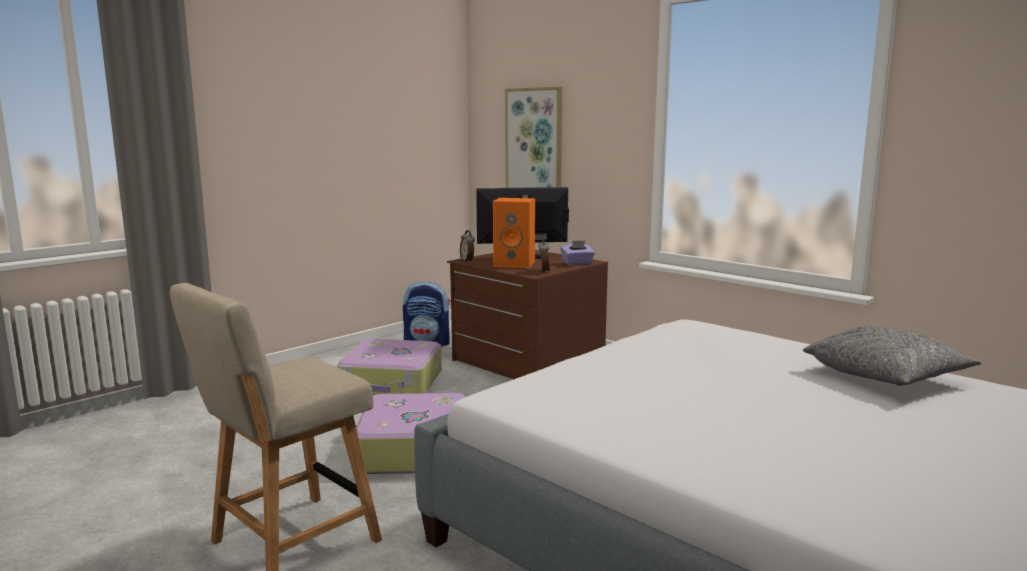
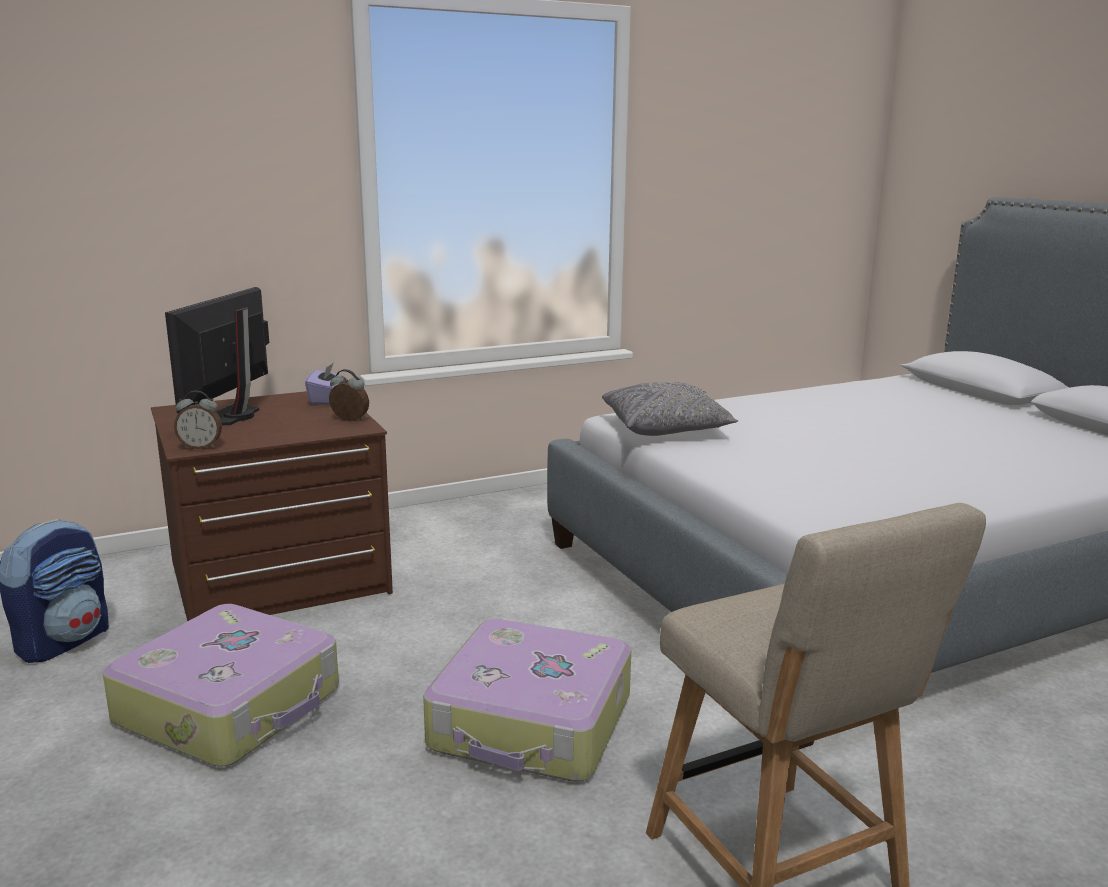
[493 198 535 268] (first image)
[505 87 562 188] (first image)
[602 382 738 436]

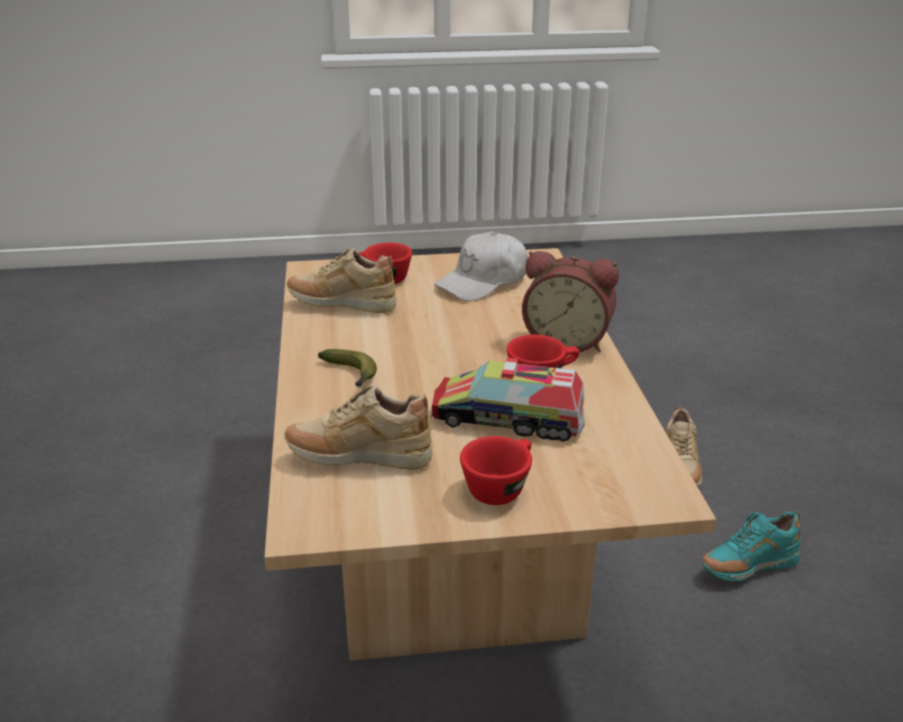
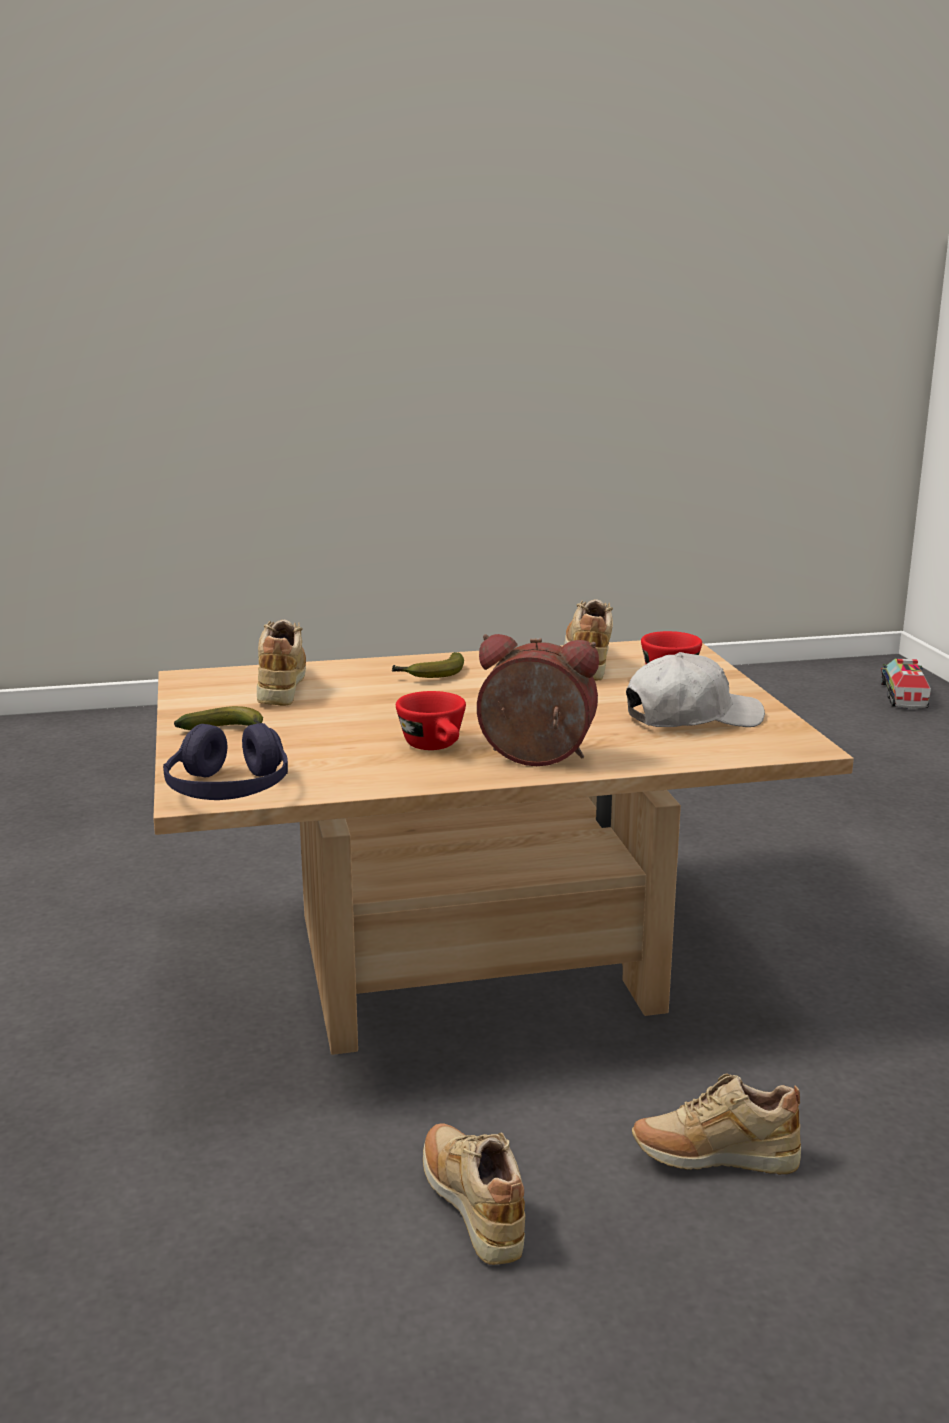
[163 723 288 800]
[881 659 931 709]
[174 706 263 730]
[423 1124 525 1265]
[626 652 765 727]
[477 634 599 766]

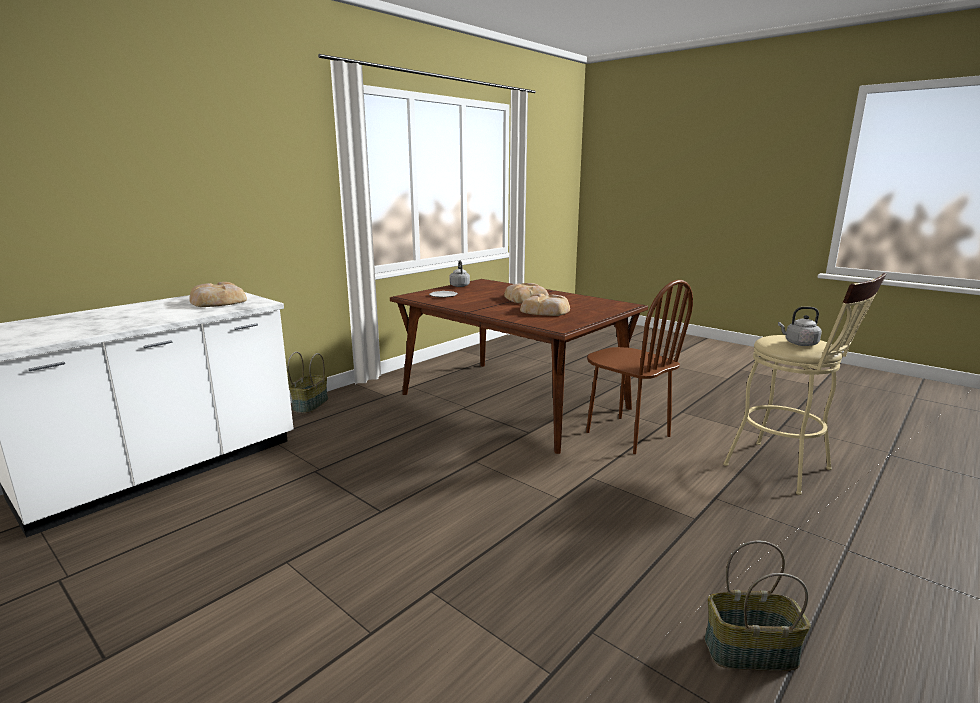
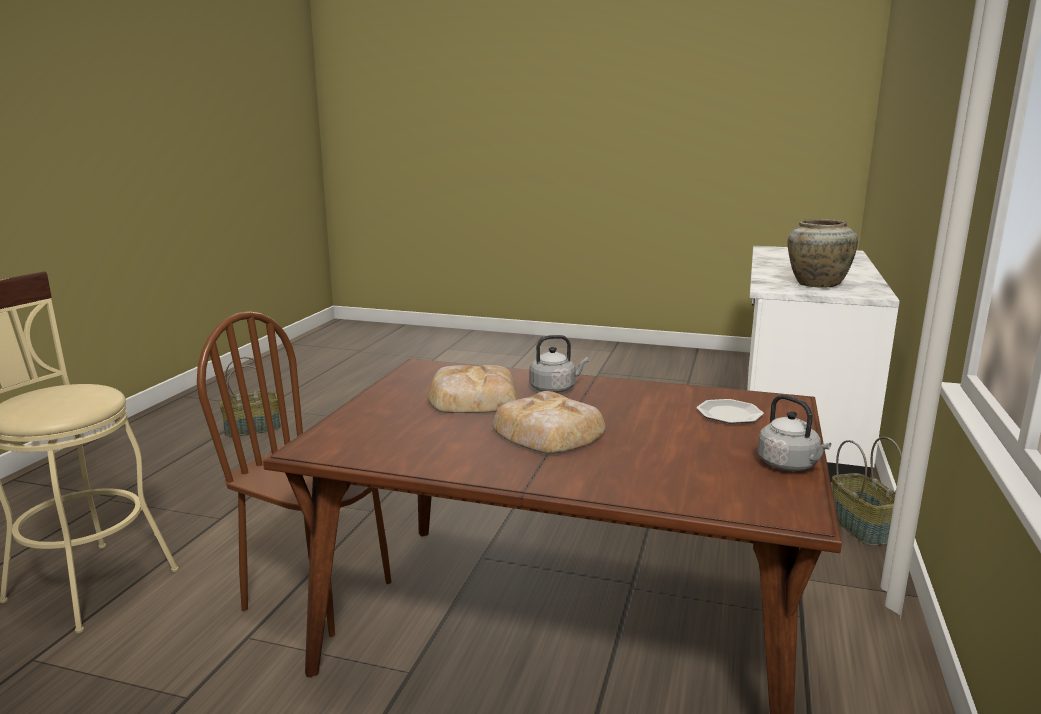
[529 335 589 393]
[788 219 858 288]

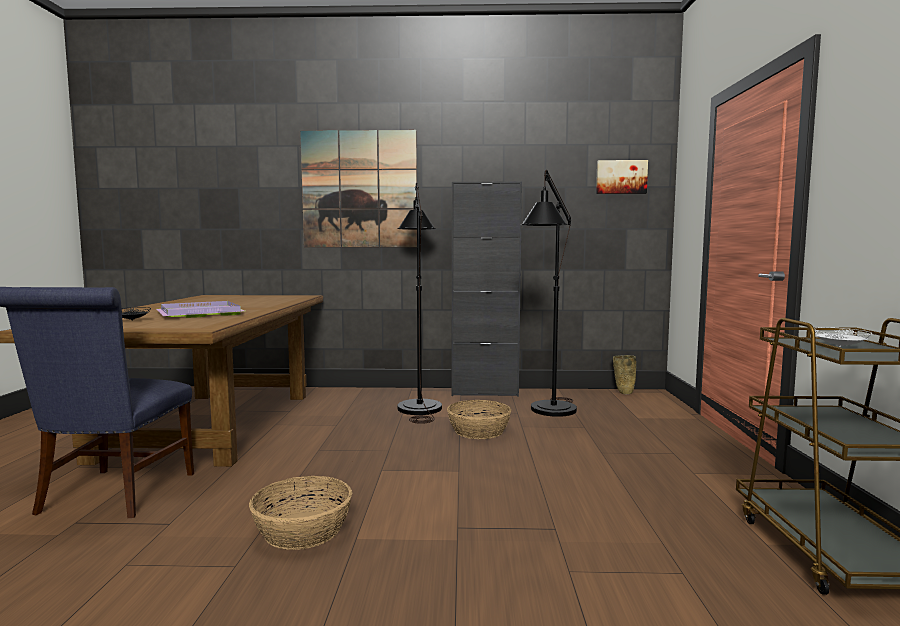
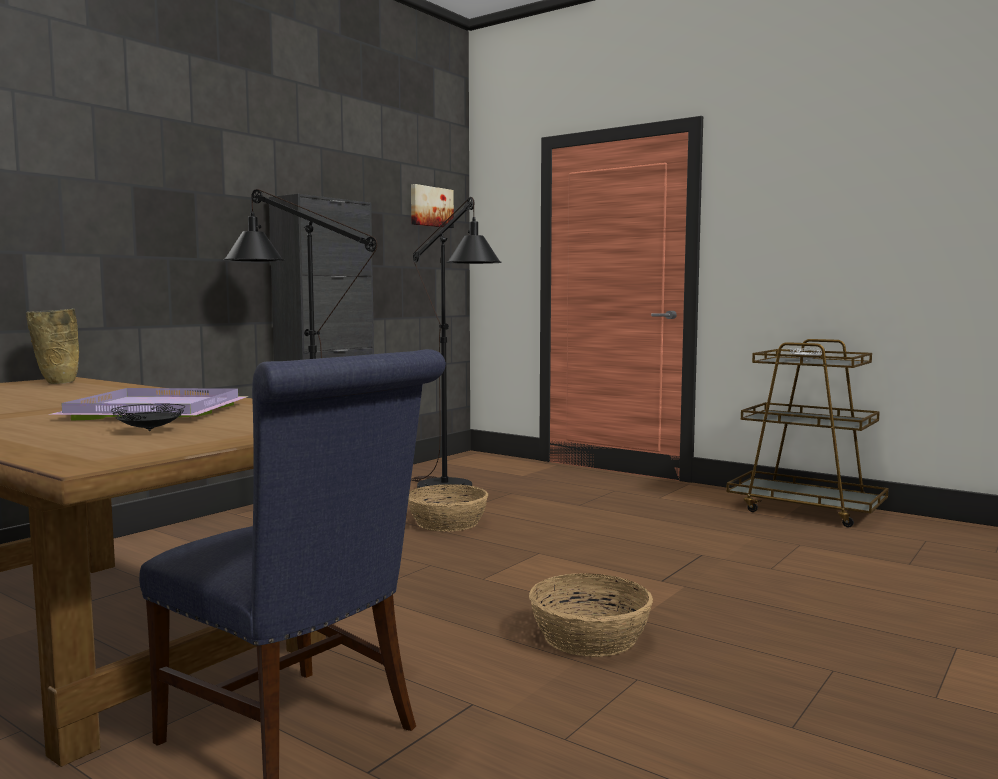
[300 130 417 247] (first image)
[26 308 79 384]

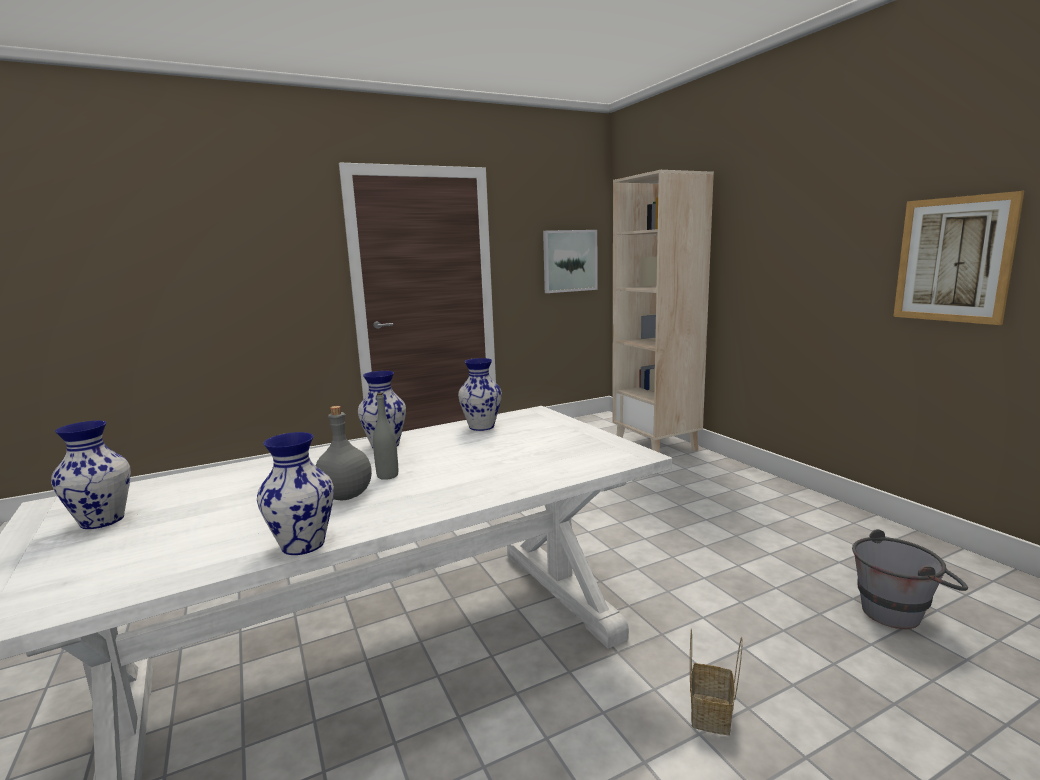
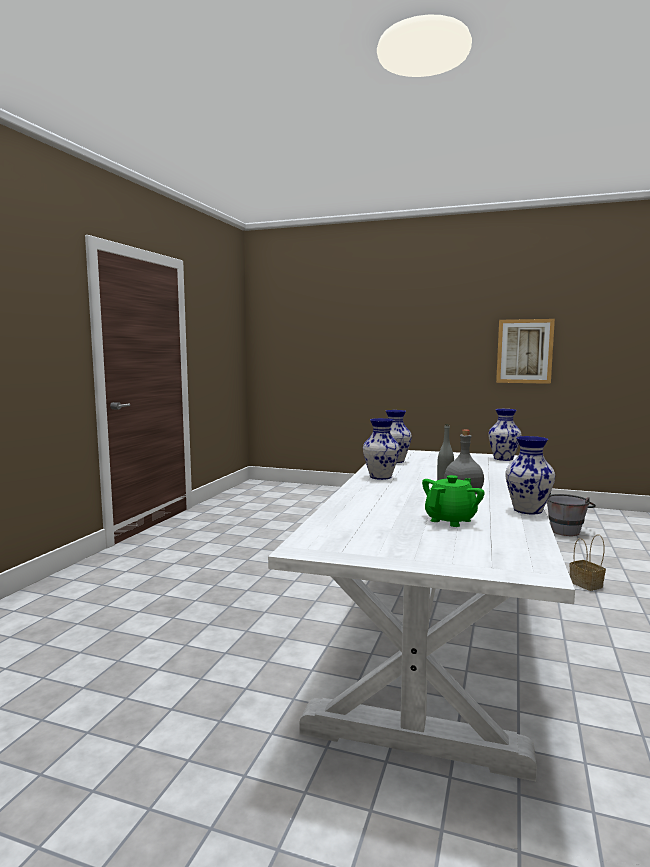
[543 230 598 293] (first image)
[612 170 714 453] (first image)
[422 475 485 527]
[488 409 522 461]

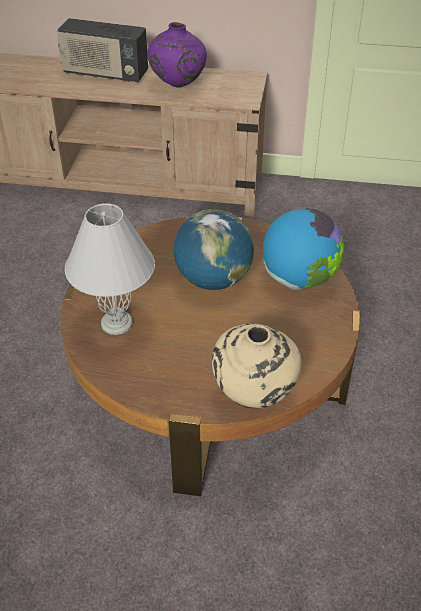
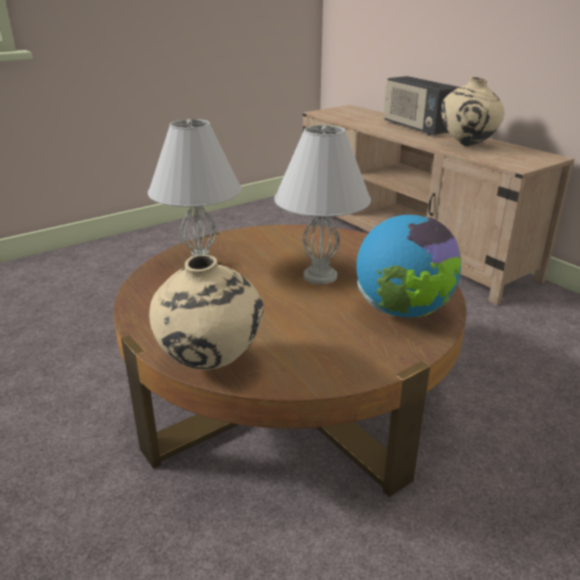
[274 125 371 284]
[441 77 504 146]

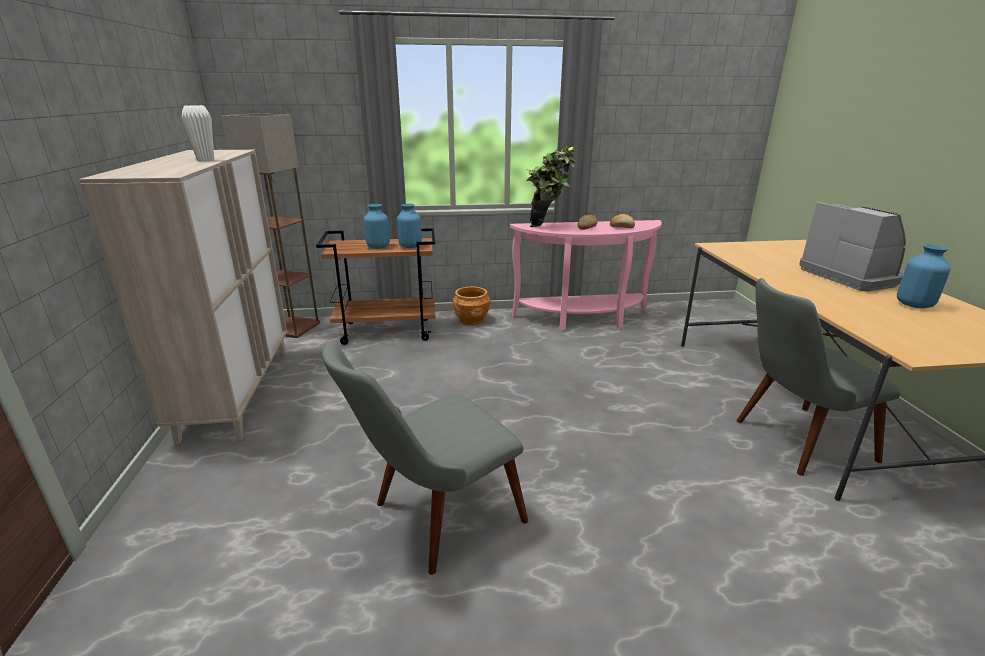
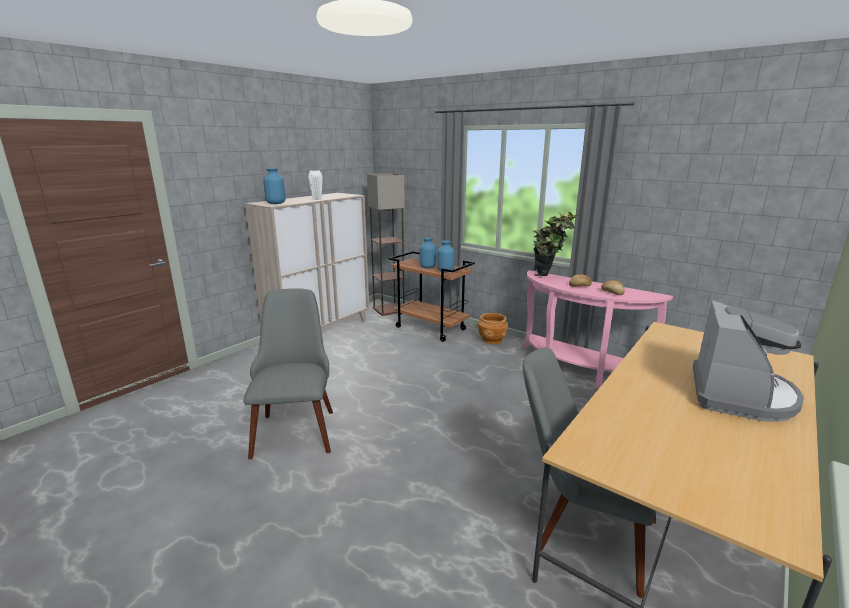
[263 168 285 204]
[244 288 333 459]

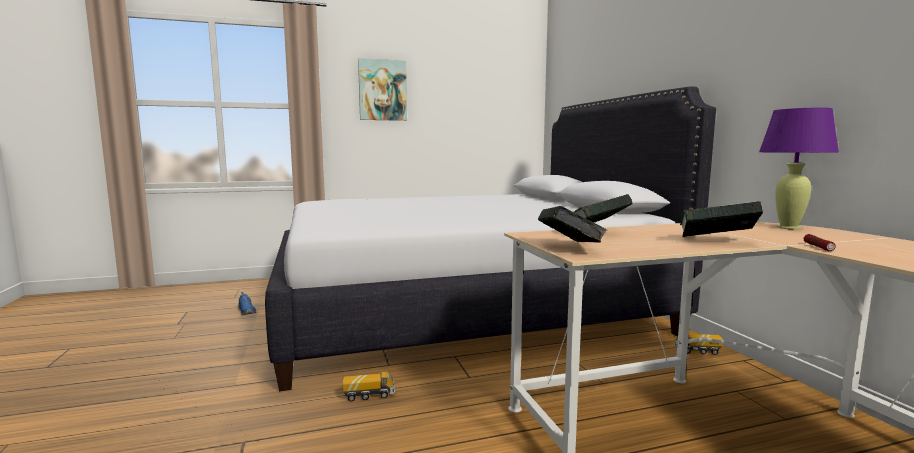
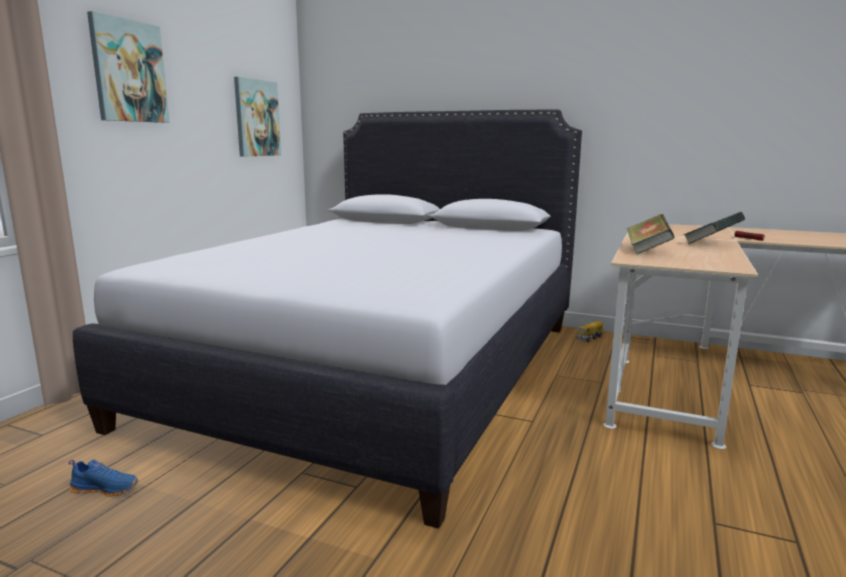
[343 371 395 402] (first image)
[538 206 608 243] (first image)
[759 108 839 230] (first image)
[234 77 281 156]

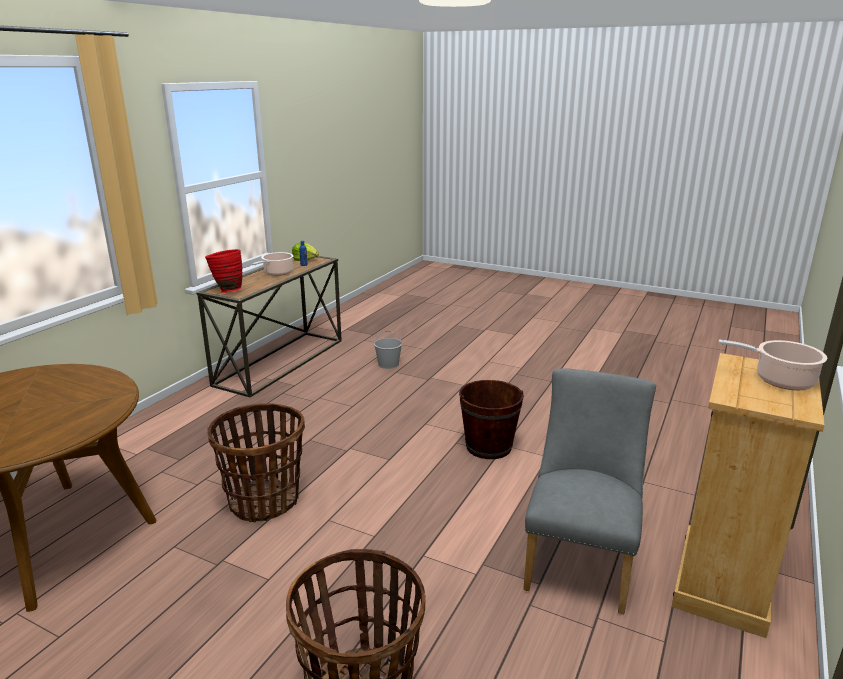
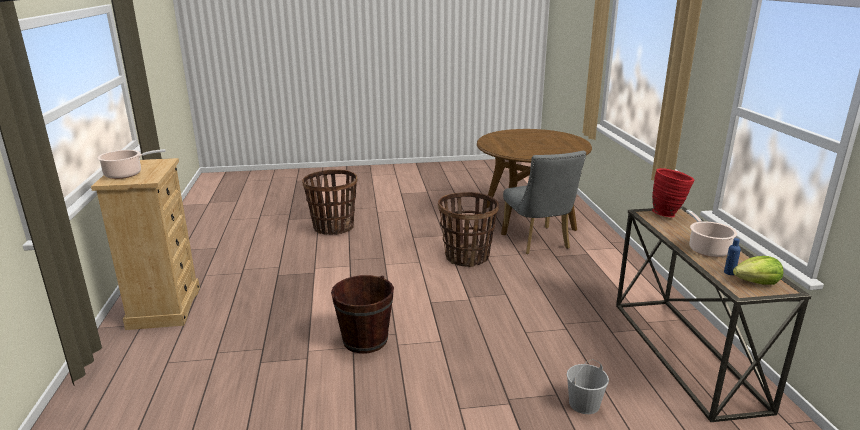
[503 151 586 254]

